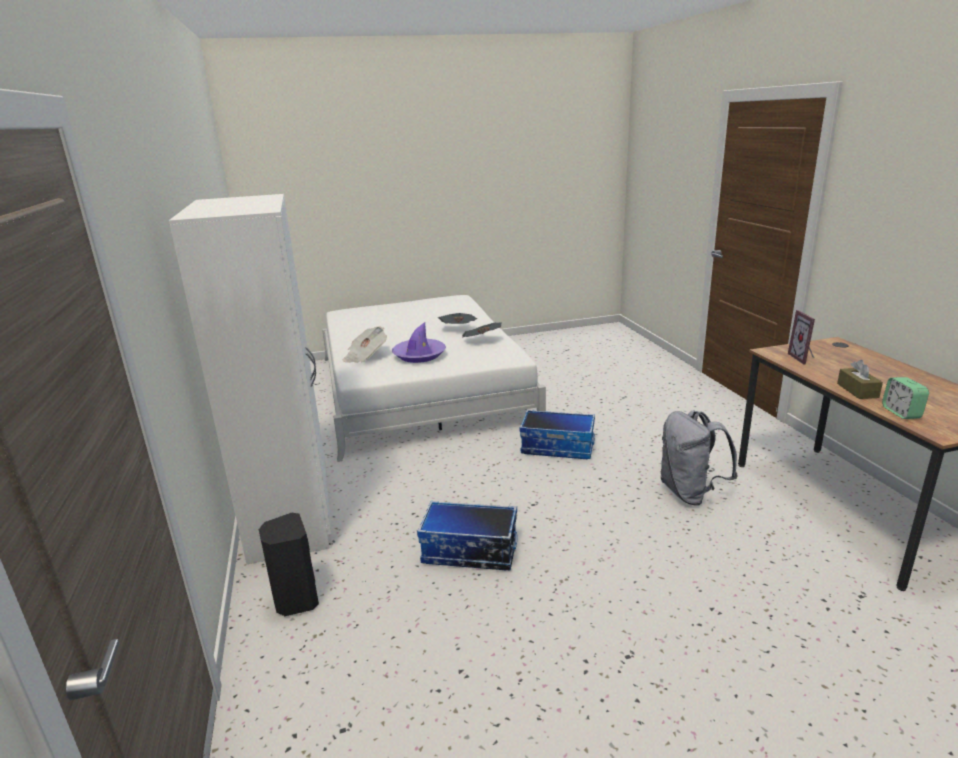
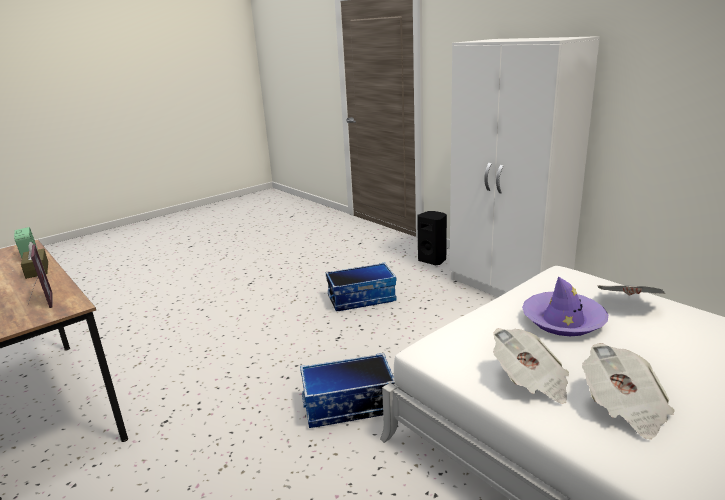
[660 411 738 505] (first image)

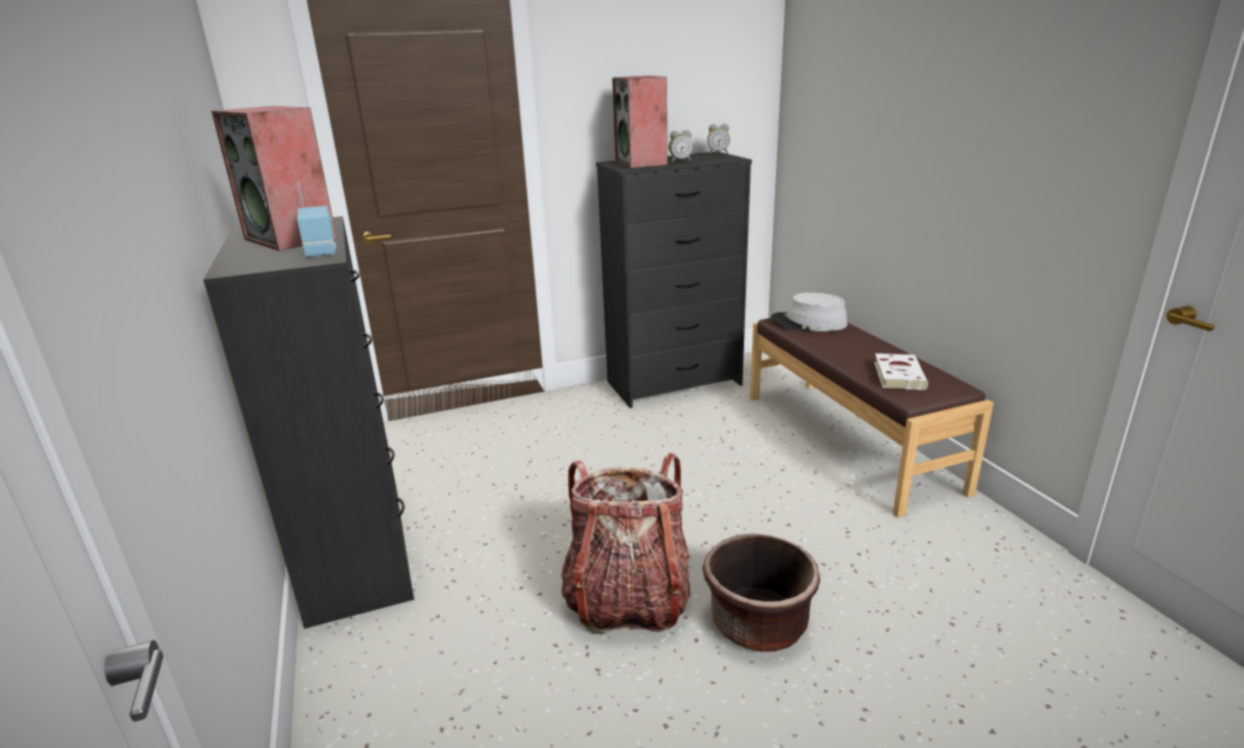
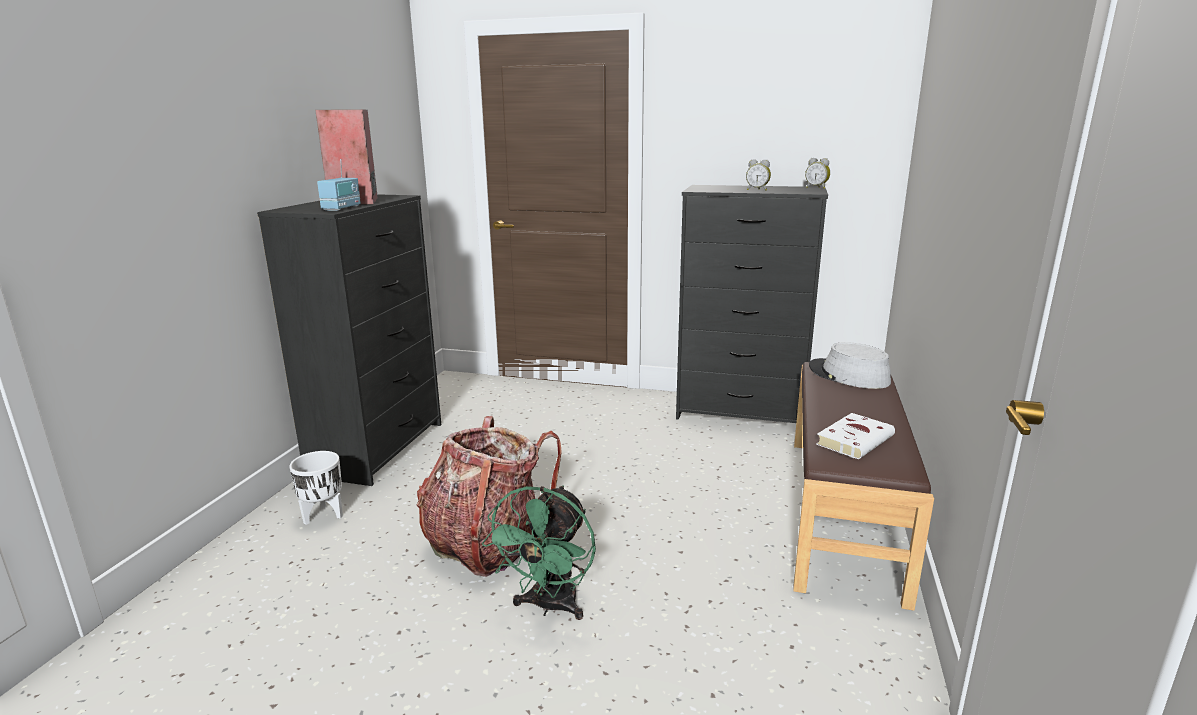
[612 76 668 168] (first image)
[289 451 343 525]
[482 485 596 620]

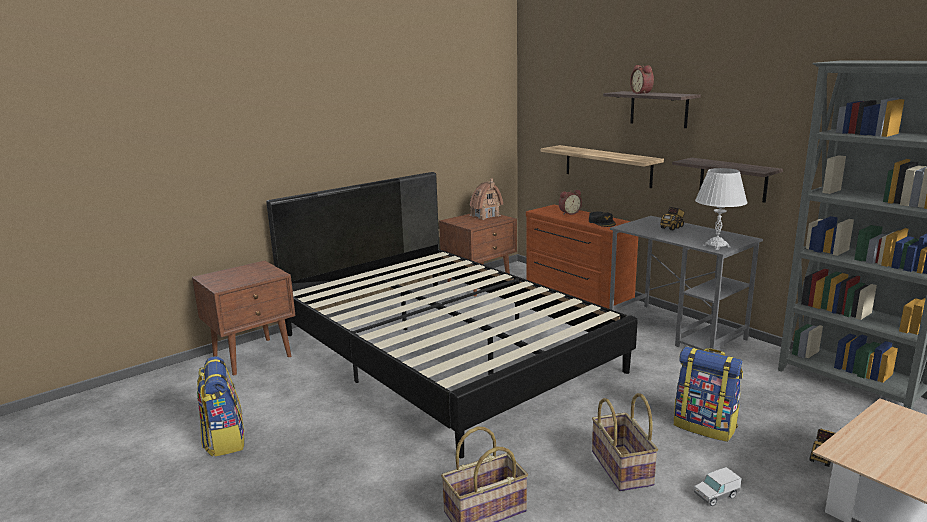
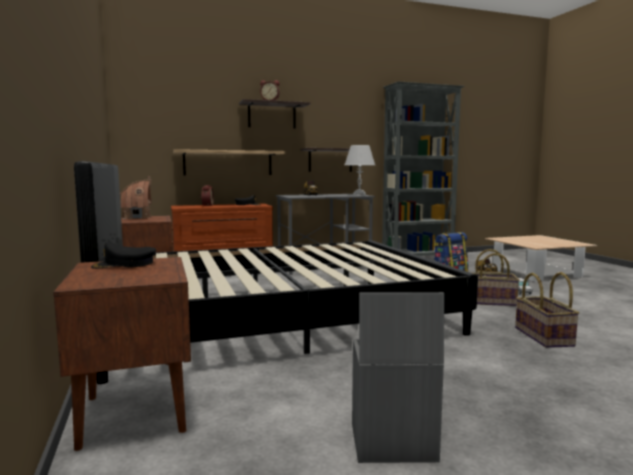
[91 242 156 269]
[352 292 444 463]

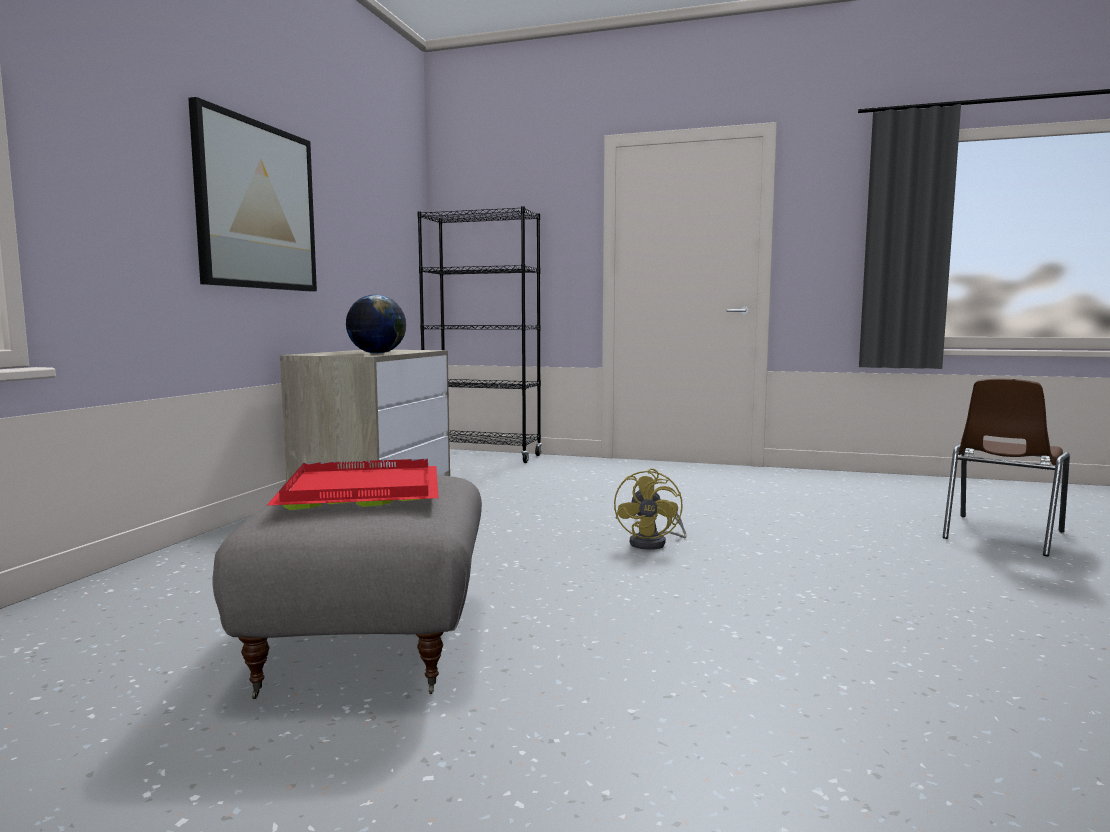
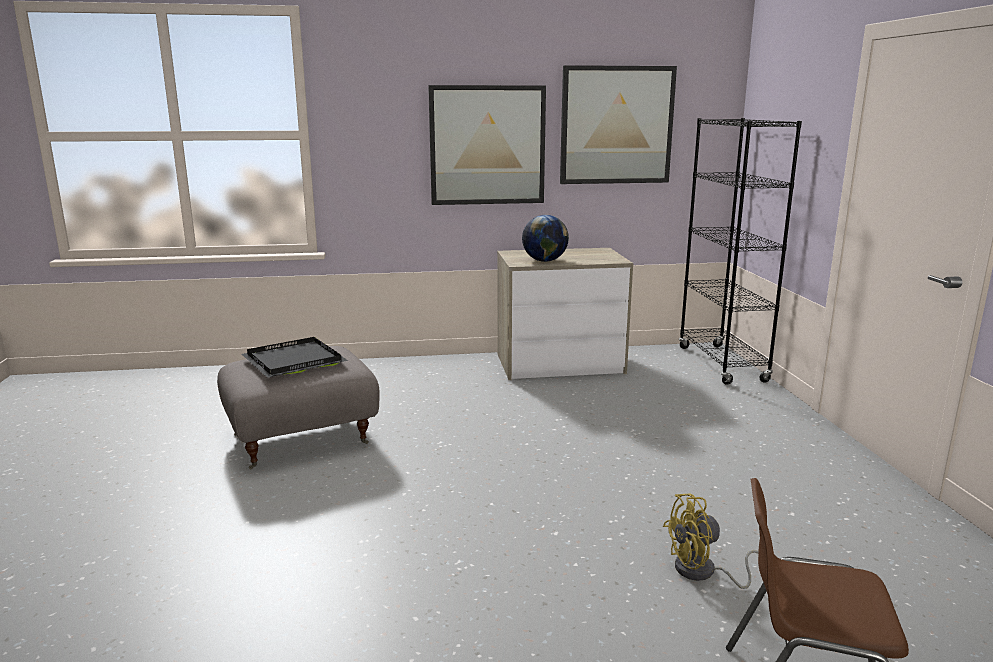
[560 65 677 184]
[663 493 759 589]
[242 337 348 378]

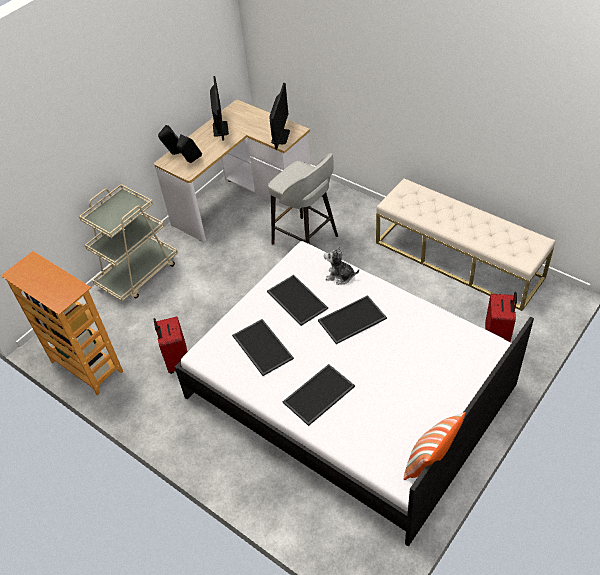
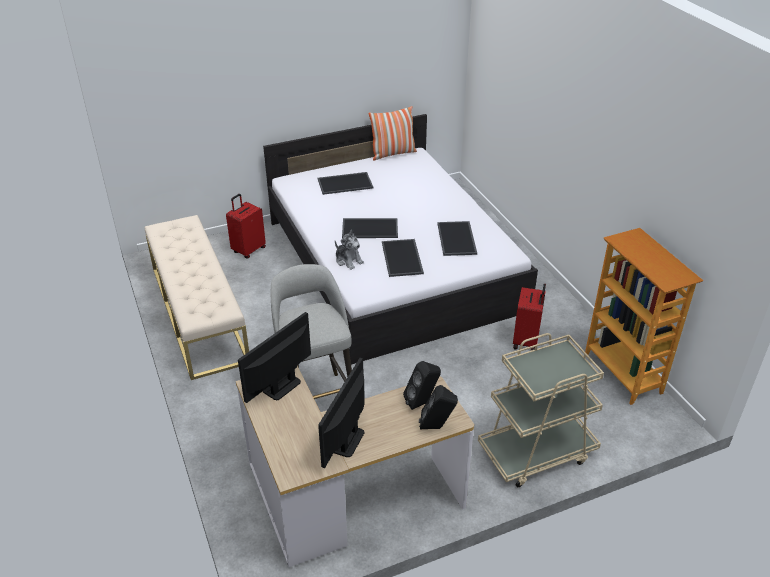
[318 172 373 195]

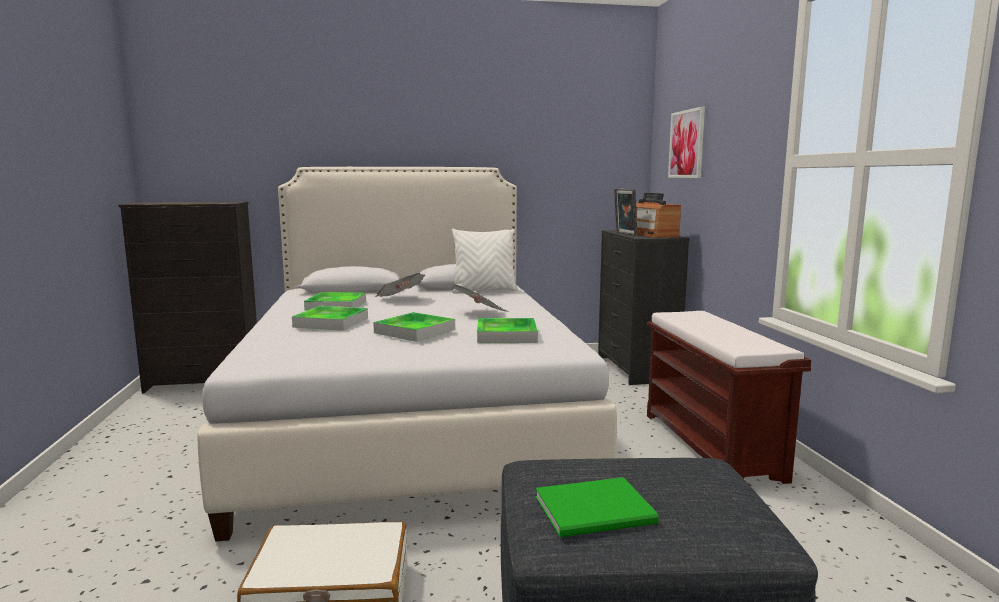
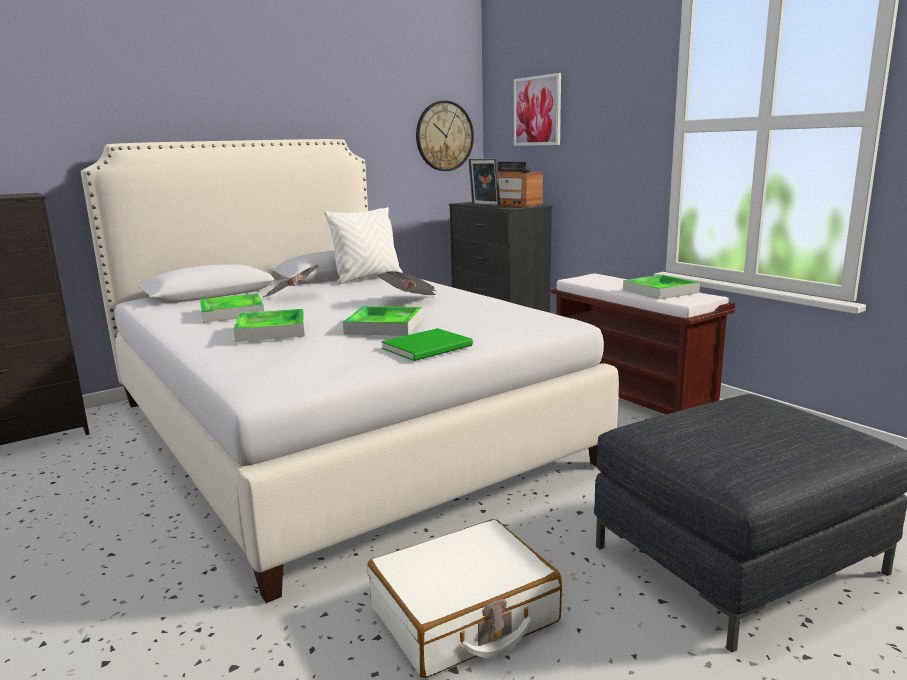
[416 100 474 171]
[623 275 700 299]
[381 328 473 361]

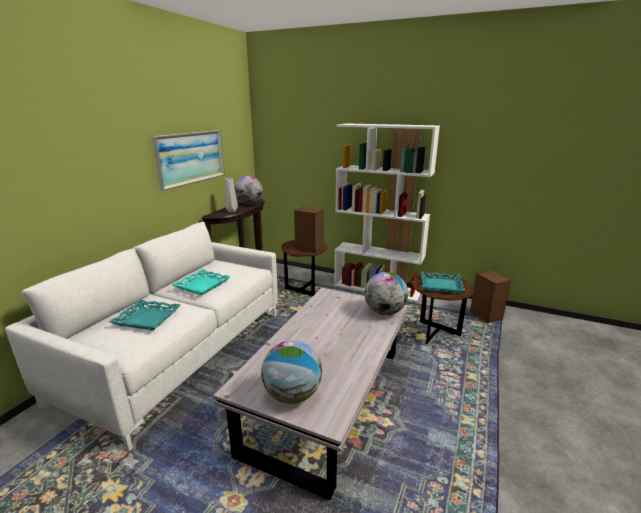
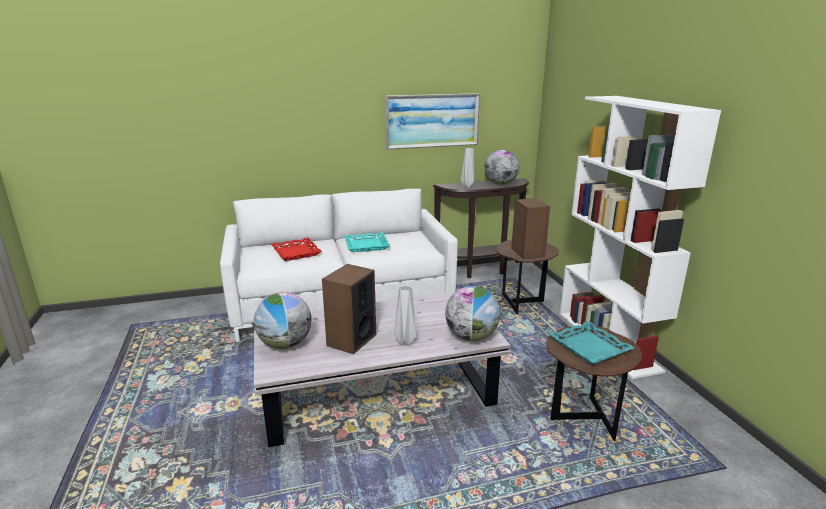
[394 285 416 345]
[322 264 376 354]
[271 238 321 261]

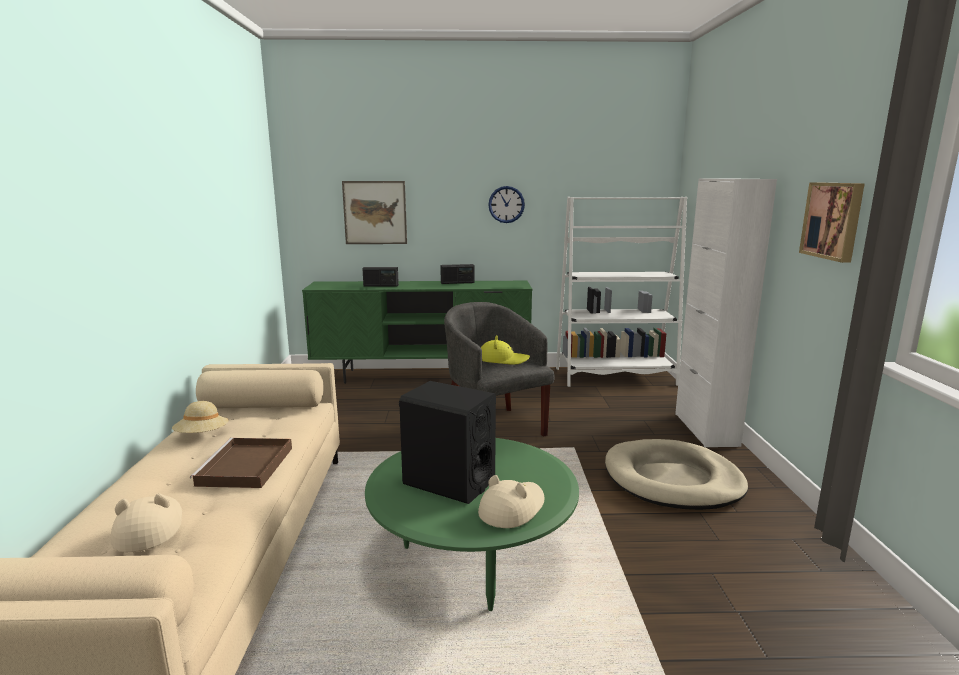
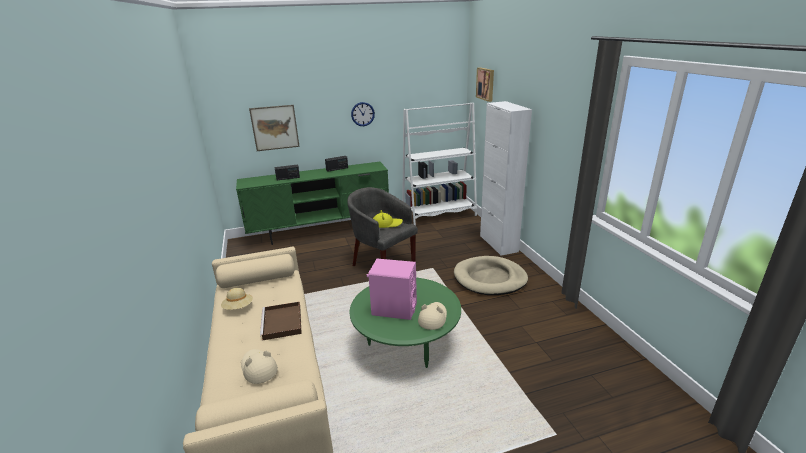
[476 67 494 102]
[367 259 417 320]

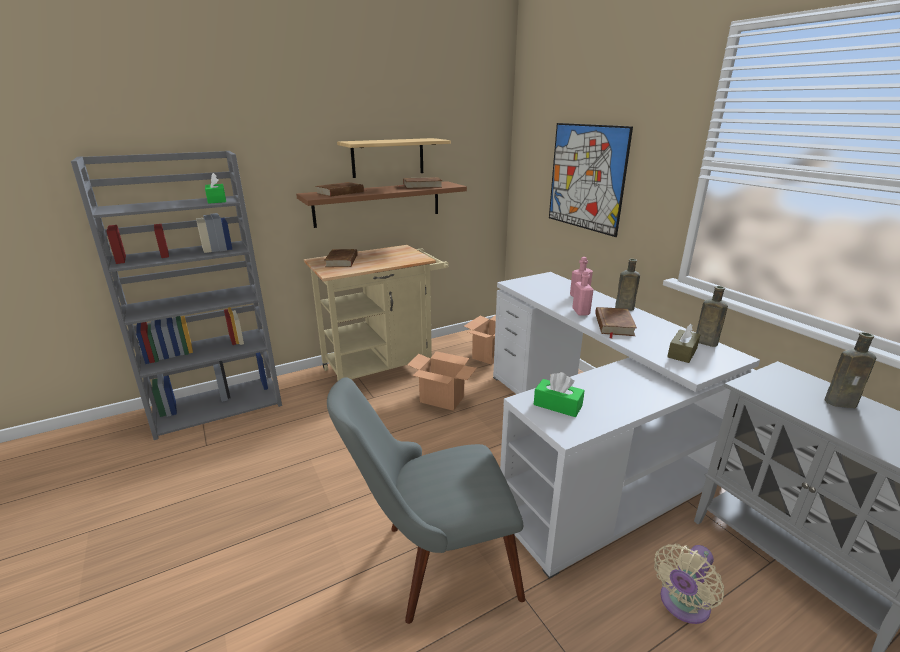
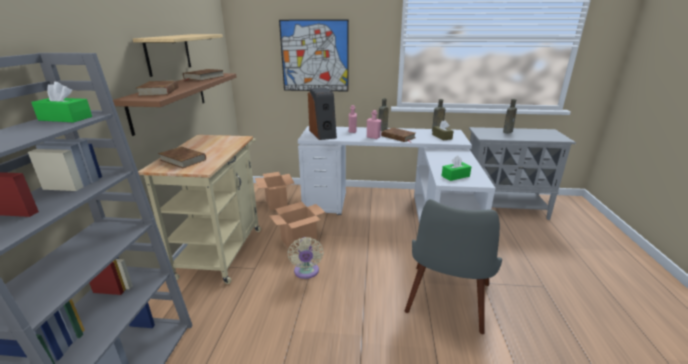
[308 88 337 140]
[287 237 324 279]

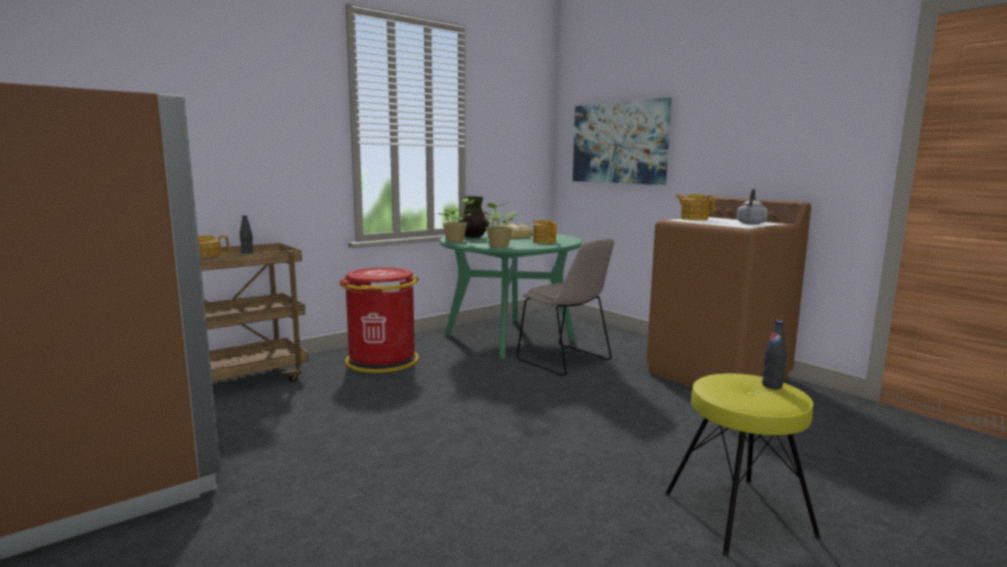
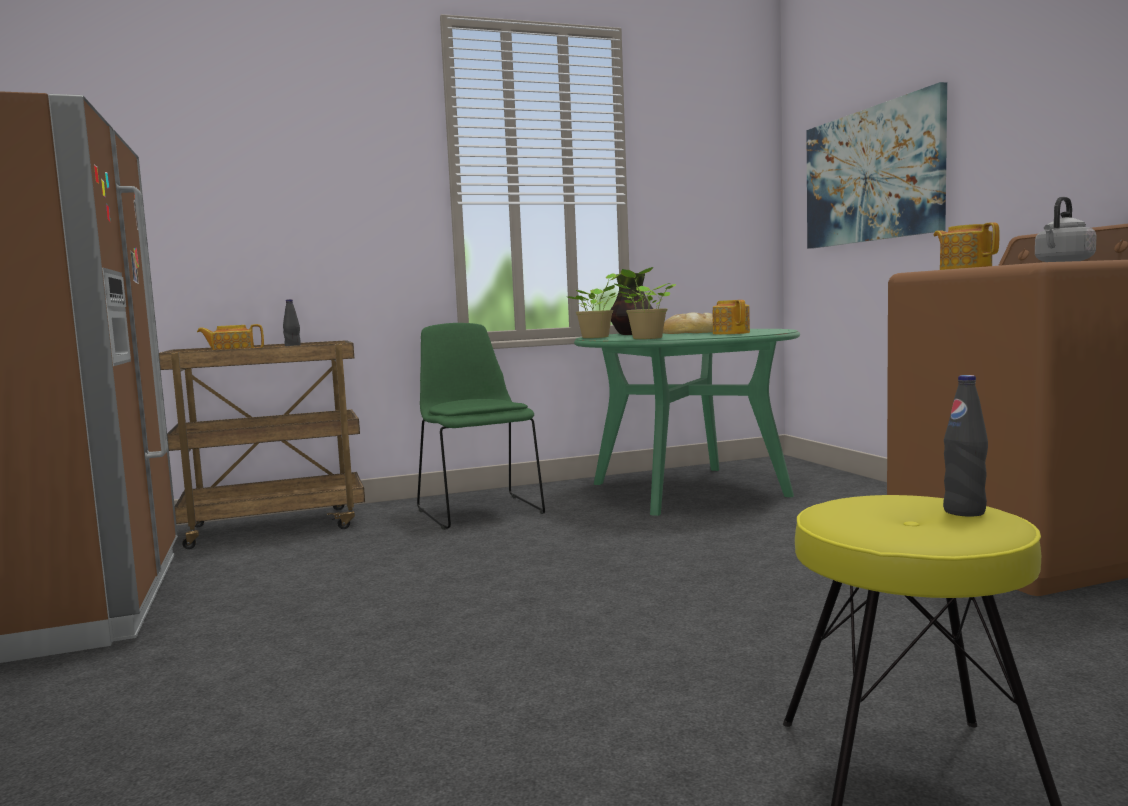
[517 238 614 376] (first image)
[417 323 545 530]

